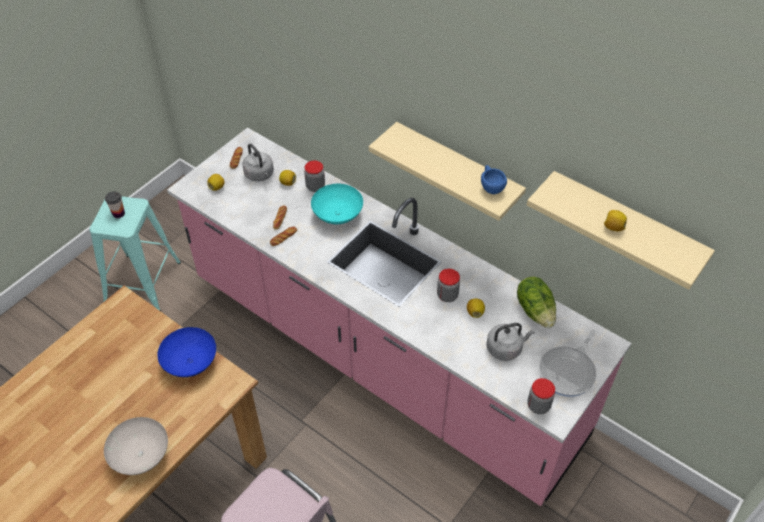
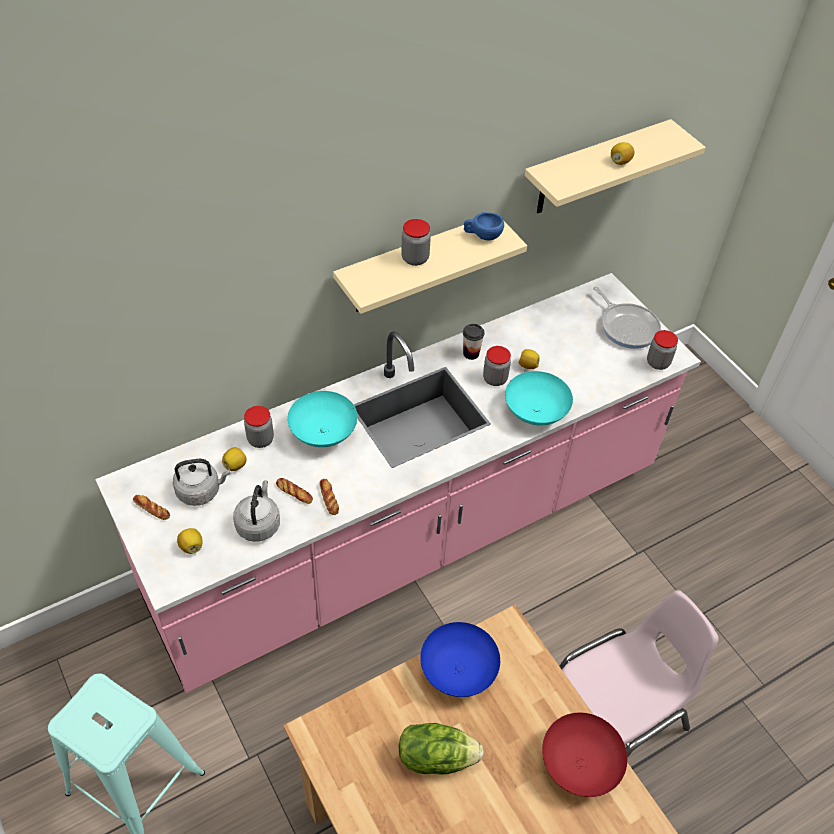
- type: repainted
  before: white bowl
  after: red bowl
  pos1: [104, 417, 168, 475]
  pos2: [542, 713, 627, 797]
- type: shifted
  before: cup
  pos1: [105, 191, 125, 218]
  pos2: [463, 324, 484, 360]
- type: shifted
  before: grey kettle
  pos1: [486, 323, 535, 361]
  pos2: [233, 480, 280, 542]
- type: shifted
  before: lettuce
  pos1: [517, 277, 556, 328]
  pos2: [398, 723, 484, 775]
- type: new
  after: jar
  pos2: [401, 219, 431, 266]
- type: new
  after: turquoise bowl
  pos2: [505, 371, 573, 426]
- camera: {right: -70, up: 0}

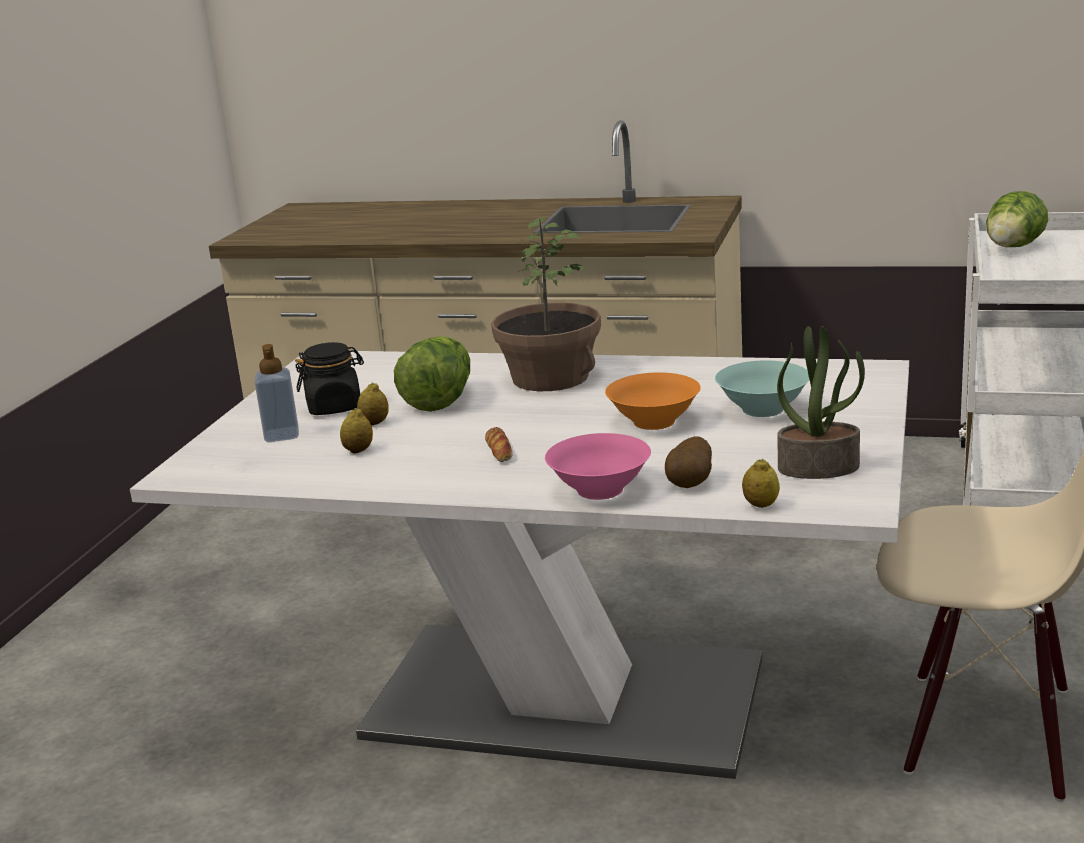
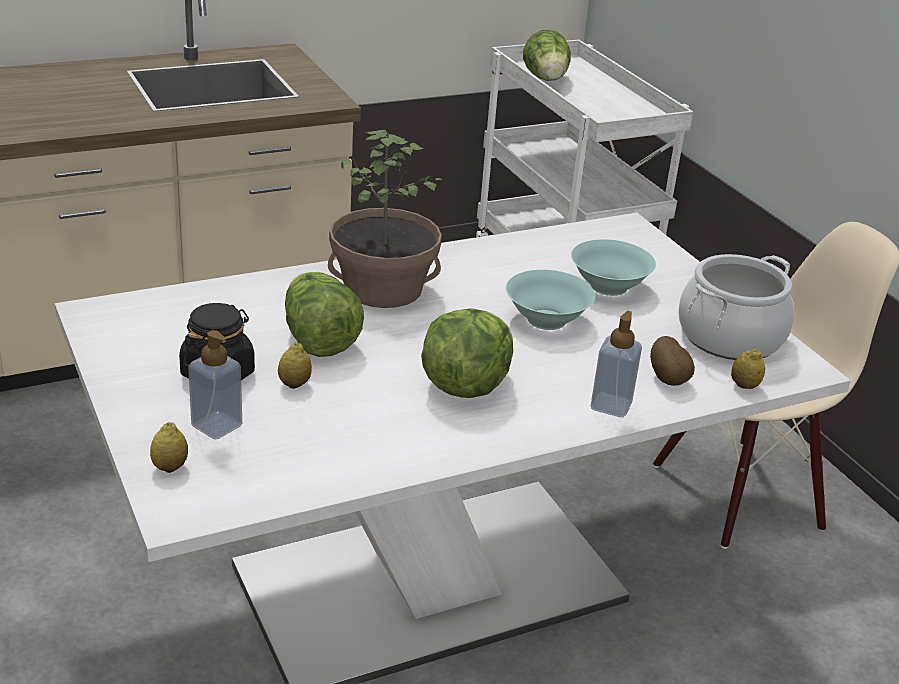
- type: shifted
  before: lemon
  pos1: [340, 408, 373, 454]
  pos2: [150, 422, 188, 473]
- type: swapped
  before: bread
  after: lettuce
  pos1: [485, 427, 513, 462]
  pos2: [421, 308, 513, 398]
- type: swapped
  before: pink bowl
  after: soap dispenser
  pos1: [545, 433, 651, 500]
  pos2: [591, 311, 642, 417]
- type: repainted
  before: orange bowl
  after: turquoise bowl
  pos1: [605, 372, 701, 430]
  pos2: [506, 270, 595, 330]
- type: swapped
  before: potted plant
  after: cooking pot
  pos1: [777, 326, 865, 479]
  pos2: [678, 254, 794, 360]
- camera: {right: -45, up: 10}

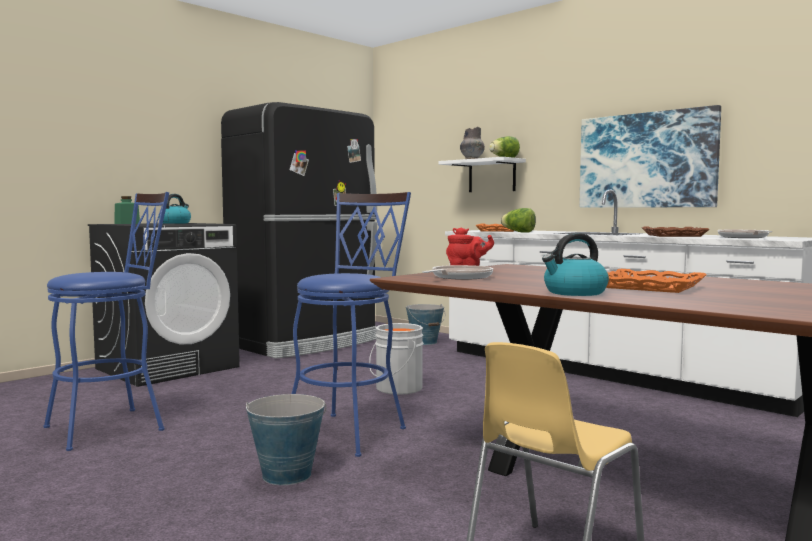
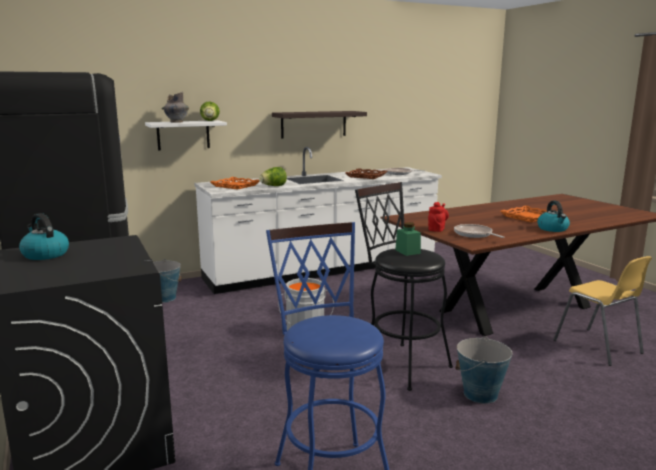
- type: shifted
  before: green jar
  pos1: [115, 196, 140, 224]
  pos2: [395, 222, 421, 256]
- type: repainted
  before: blue stool
  after: black stool
  pos1: [292, 192, 411, 457]
  pos2: [355, 182, 453, 391]
- type: swapped
  before: picture
  after: shelf
  pos1: [580, 105, 721, 208]
  pos2: [272, 111, 367, 138]
- camera: {right: -70, up: 10}

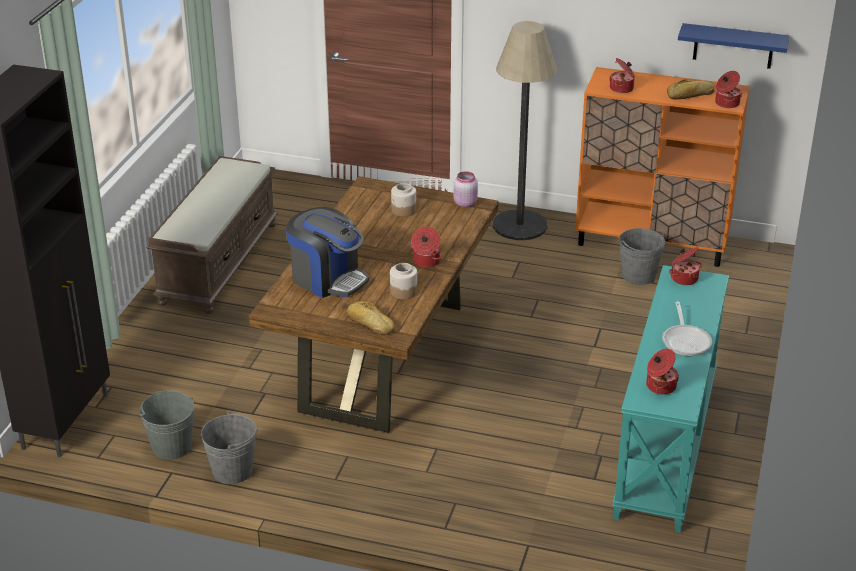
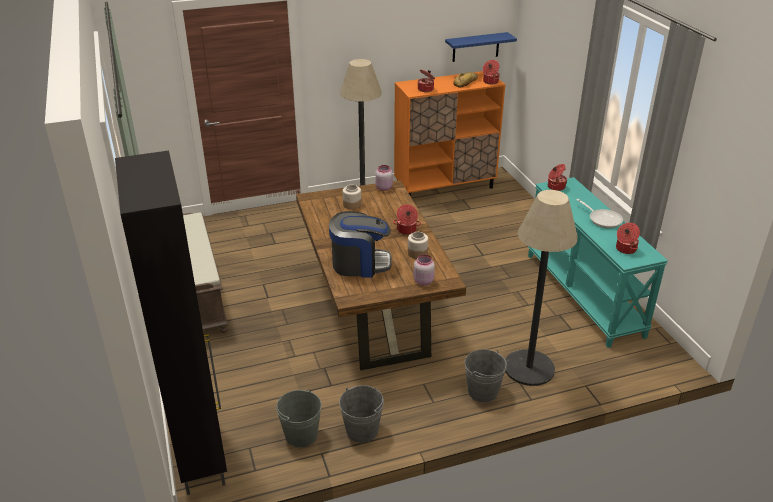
- type: swapped
  before: bread
  after: pink jar
  pos1: [346, 301, 395, 335]
  pos2: [414, 255, 435, 286]
- type: shifted
  before: grey bucket
  pos1: [619, 228, 665, 285]
  pos2: [464, 349, 507, 403]
- type: new
  after: floor lamp
  pos2: [505, 190, 578, 386]
- camera: {right: -35, up: 0}

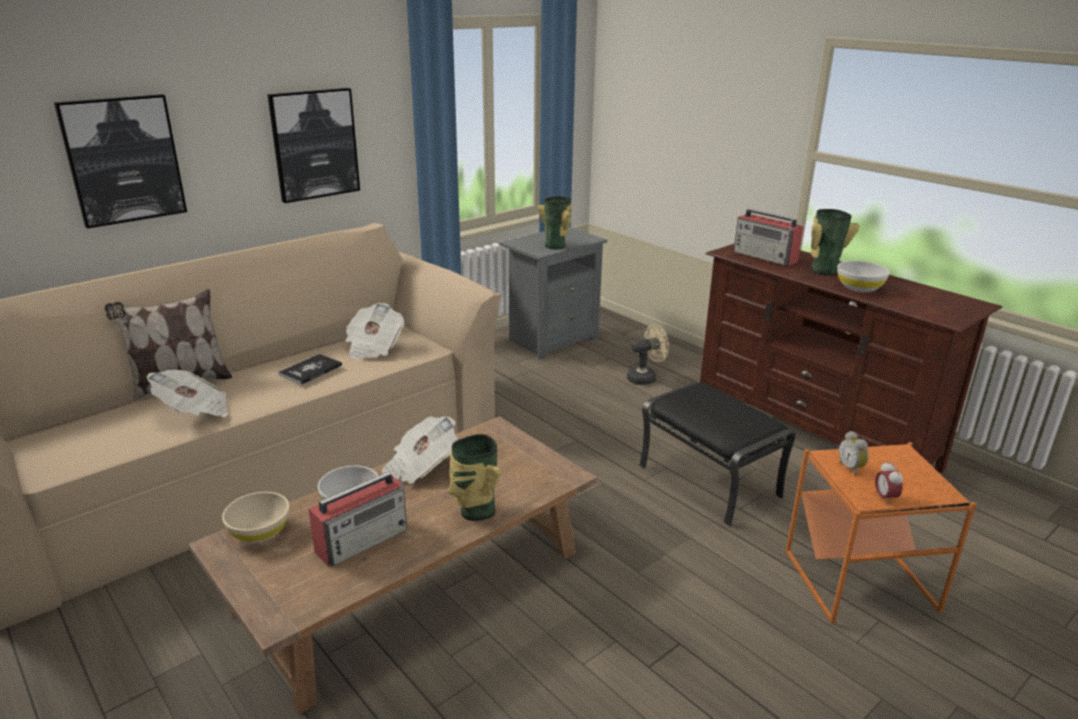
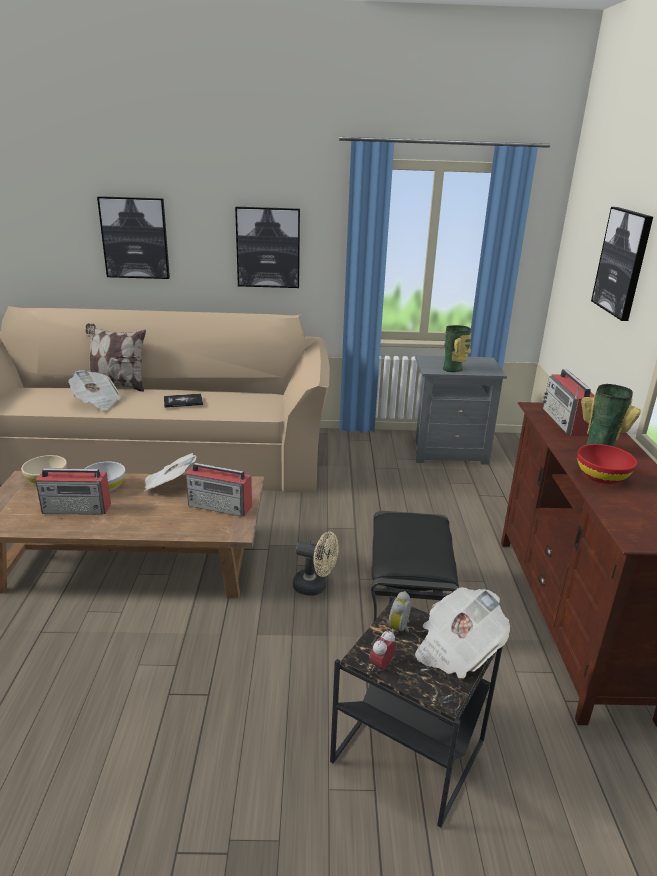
- type: shifted
  before: newspaper
  pos1: [345, 303, 405, 359]
  pos2: [415, 587, 510, 679]
- type: gone
  before: vase
  pos1: [448, 434, 501, 521]
- type: shifted
  before: beige fan
  pos1: [627, 324, 669, 385]
  pos2: [293, 531, 339, 596]
- type: repainted
  before: orange side table
  after: black side table
  pos1: [785, 442, 976, 624]
  pos2: [330, 595, 503, 828]
- type: repainted
  before: white bowl
  after: red bowl
  pos1: [837, 261, 890, 292]
  pos2: [577, 444, 637, 484]
- type: new
  after: radio
  pos2: [186, 463, 252, 516]
- type: new
  after: picture
  pos2: [591, 207, 653, 321]
- camera: {right: 40, up: 0}

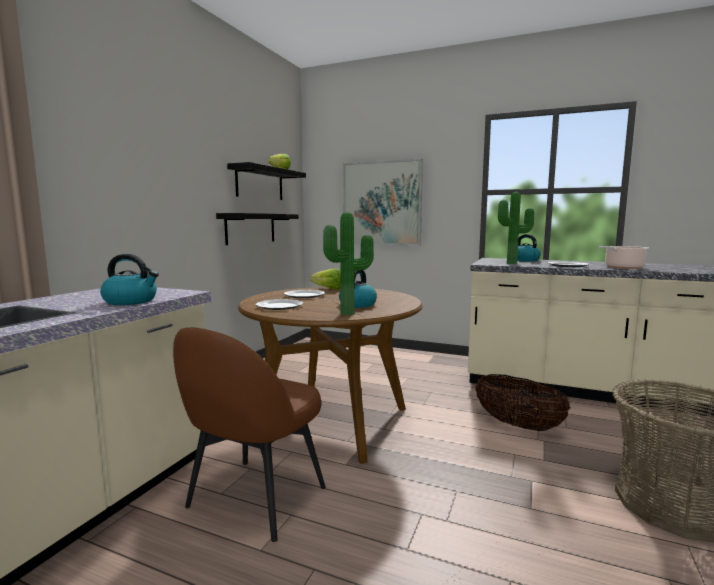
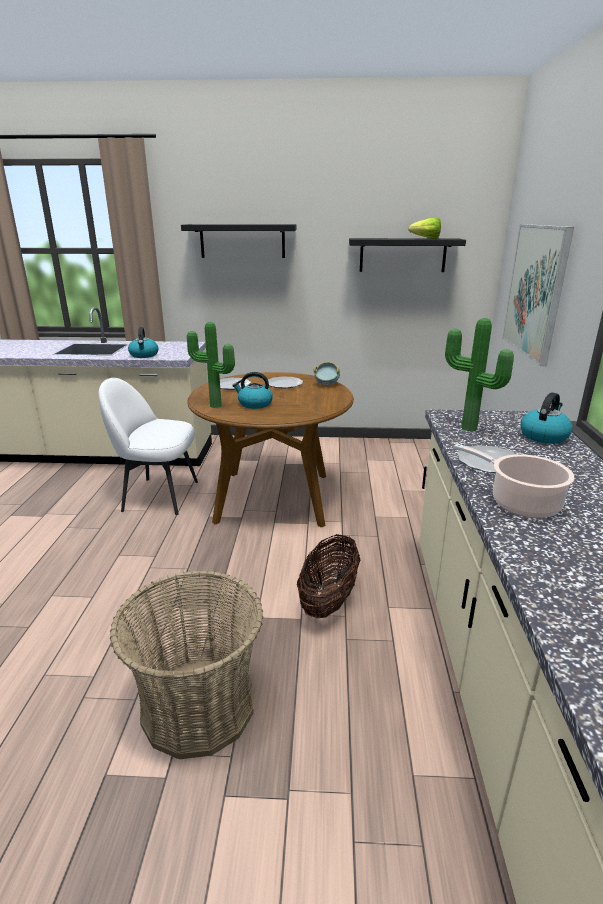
- type: repainted
  before: brown chair
  after: white chair
  pos1: [173, 328, 326, 542]
  pos2: [99, 378, 198, 515]
- type: shifted
  before: black shelf
  pos1: [216, 213, 298, 245]
  pos2: [181, 224, 296, 258]
- type: swapped
  before: lettuce
  after: bowl
  pos1: [310, 268, 340, 290]
  pos2: [313, 362, 340, 386]
- camera: {right: 70, up: 15}

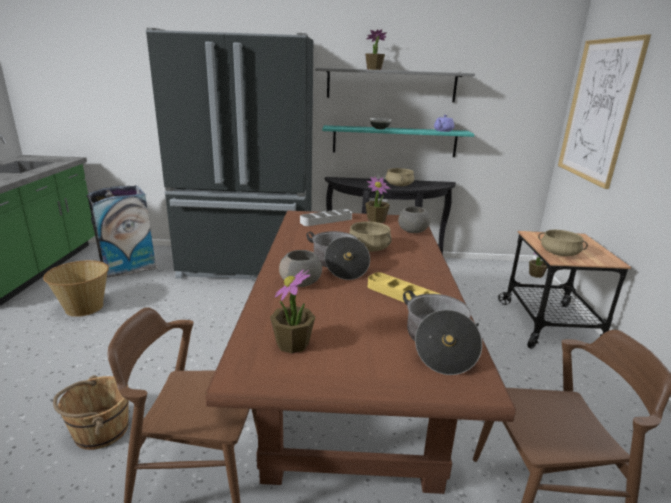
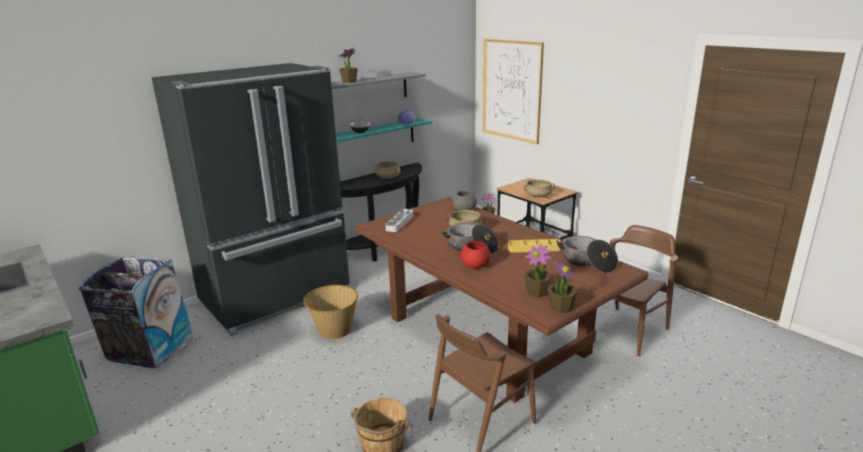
- type: shifted
  before: basket
  pos1: [43, 260, 109, 317]
  pos2: [303, 285, 358, 339]
- type: repainted
  before: grey bowl
  after: red bowl
  pos1: [279, 250, 322, 287]
  pos2: [460, 241, 491, 268]
- type: shifted
  before: potted plant
  pos1: [365, 176, 390, 223]
  pos2: [547, 258, 577, 314]
- camera: {right: -40, up: 0}

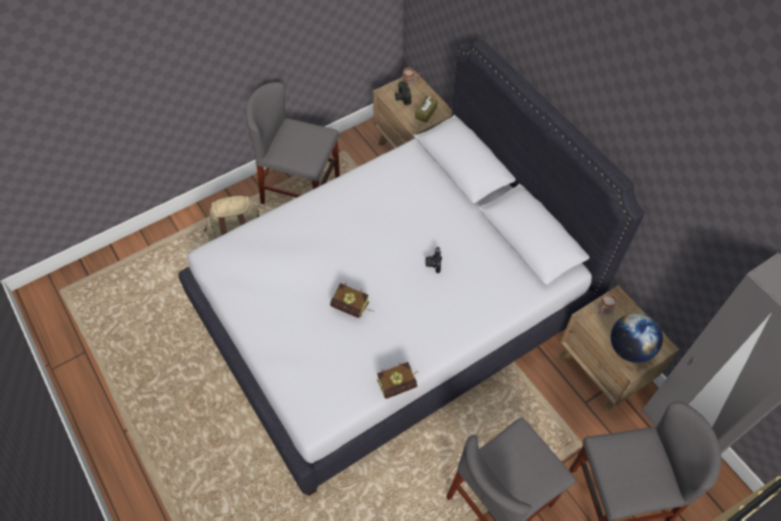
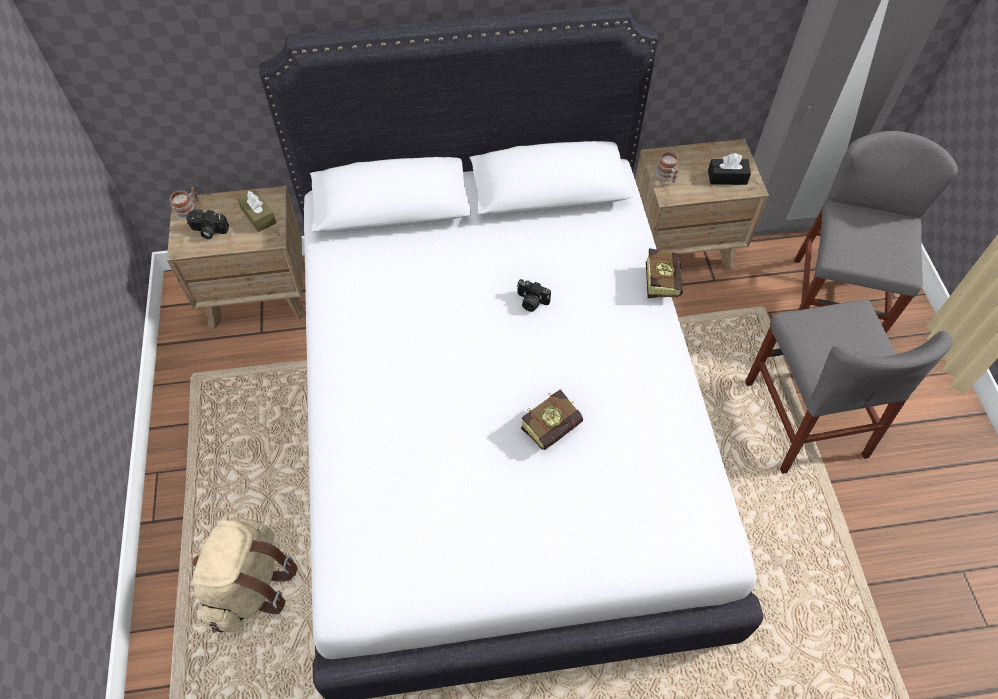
- type: gone
  before: grey chair
  pos1: [246, 82, 340, 204]
- type: shifted
  before: book
  pos1: [377, 362, 418, 399]
  pos2: [646, 248, 683, 298]
- type: swapped
  before: globe
  after: black tissue box
  pos1: [611, 313, 663, 363]
  pos2: [708, 153, 751, 185]
- camera: {right: -65, up: 0}

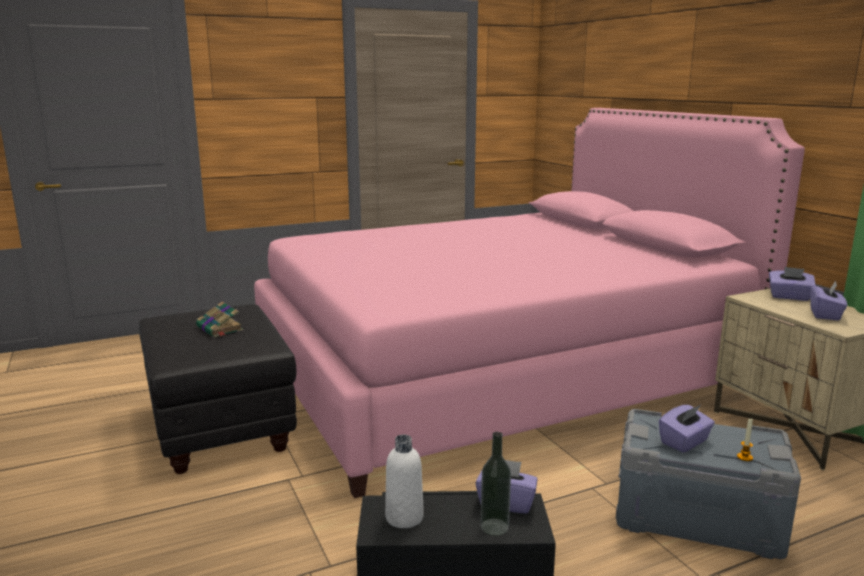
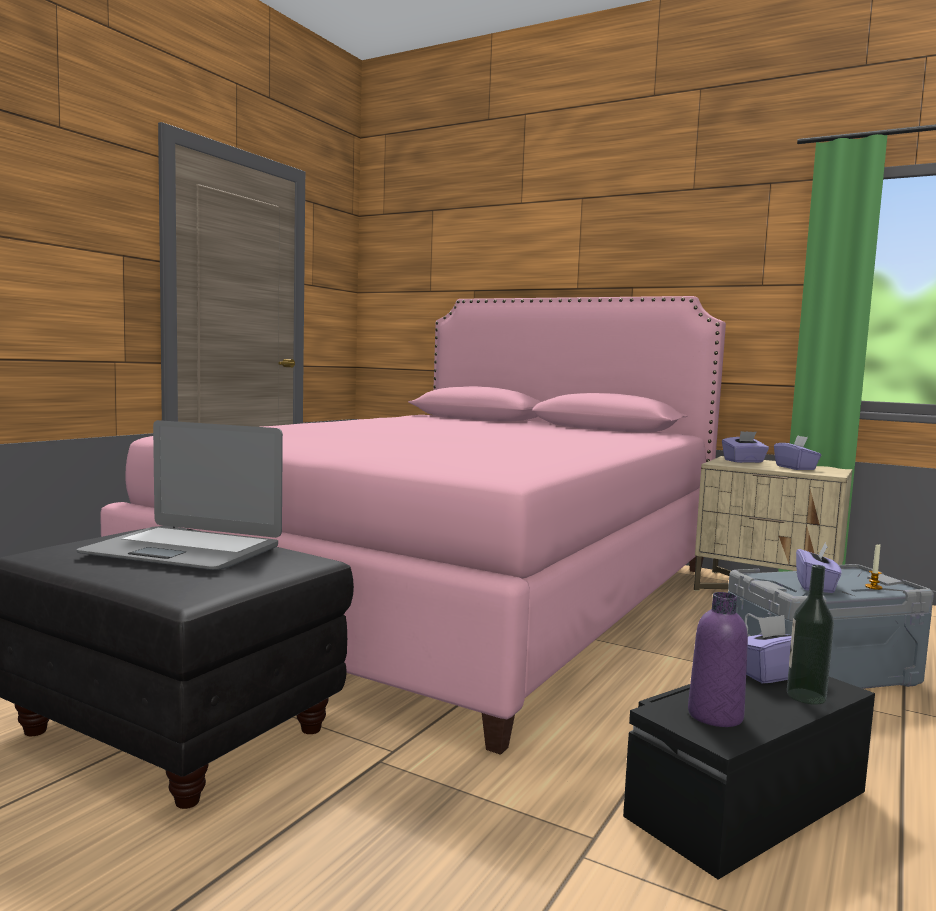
- type: swapped
  before: book
  after: laptop
  pos1: [196, 301, 243, 337]
  pos2: [77, 420, 283, 570]
- type: repainted
  before: white bottle
  after: purple bottle
  pos1: [385, 434, 424, 528]
  pos2: [688, 592, 748, 727]
- camera: {right: -35, up: -10}

